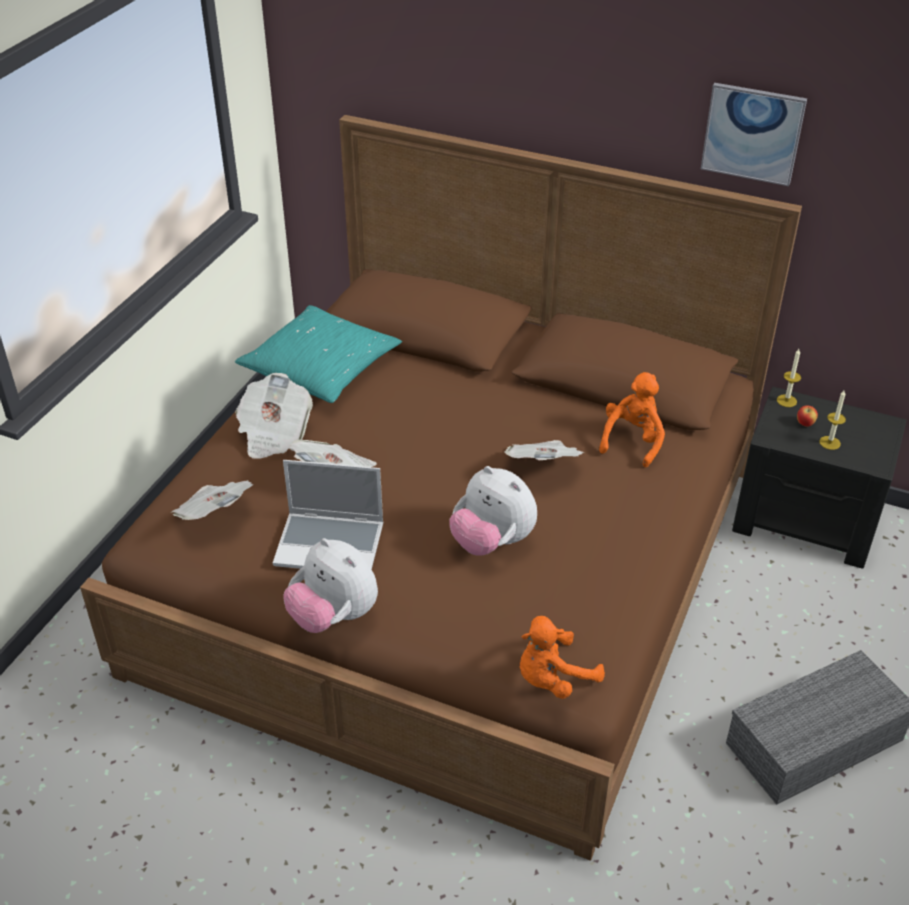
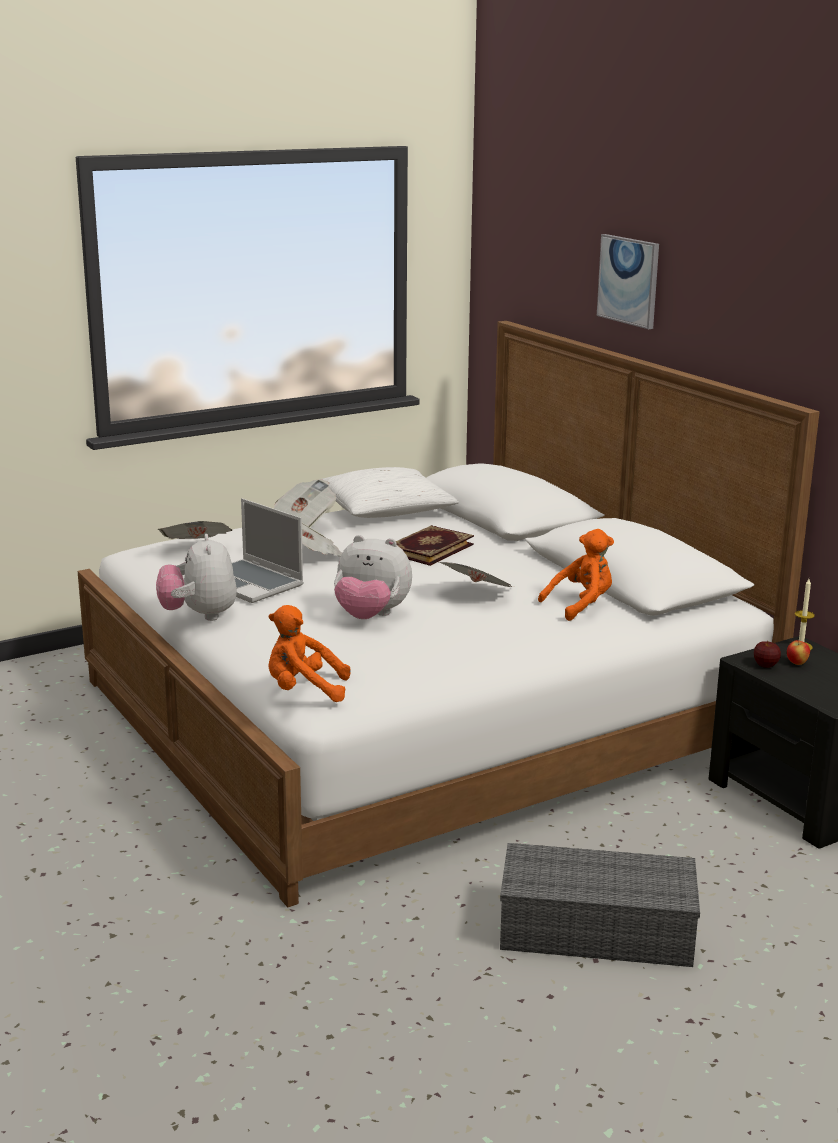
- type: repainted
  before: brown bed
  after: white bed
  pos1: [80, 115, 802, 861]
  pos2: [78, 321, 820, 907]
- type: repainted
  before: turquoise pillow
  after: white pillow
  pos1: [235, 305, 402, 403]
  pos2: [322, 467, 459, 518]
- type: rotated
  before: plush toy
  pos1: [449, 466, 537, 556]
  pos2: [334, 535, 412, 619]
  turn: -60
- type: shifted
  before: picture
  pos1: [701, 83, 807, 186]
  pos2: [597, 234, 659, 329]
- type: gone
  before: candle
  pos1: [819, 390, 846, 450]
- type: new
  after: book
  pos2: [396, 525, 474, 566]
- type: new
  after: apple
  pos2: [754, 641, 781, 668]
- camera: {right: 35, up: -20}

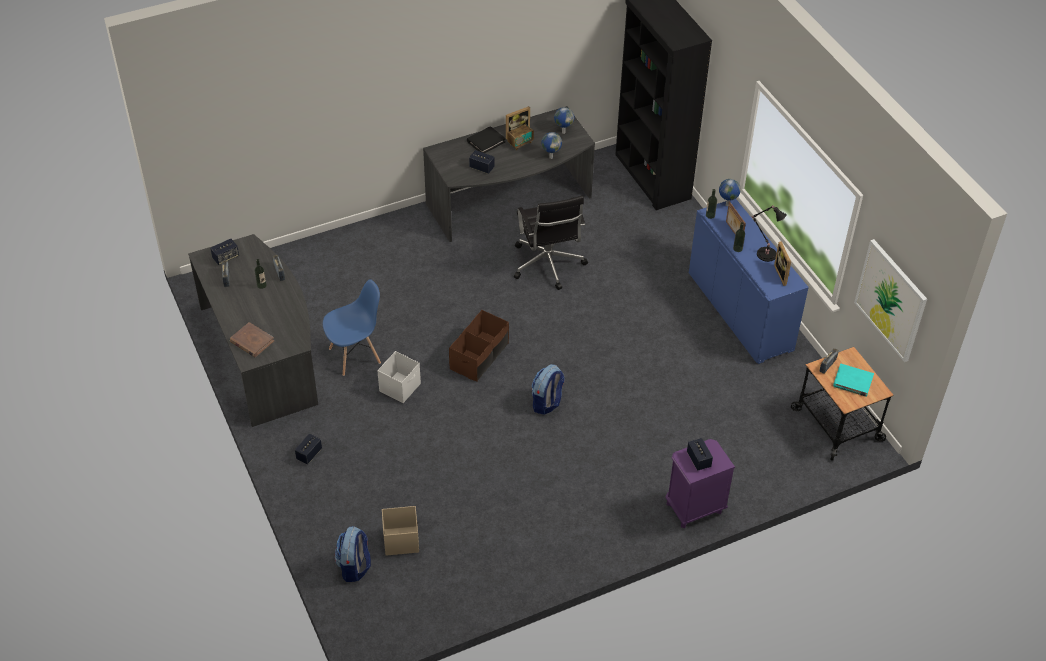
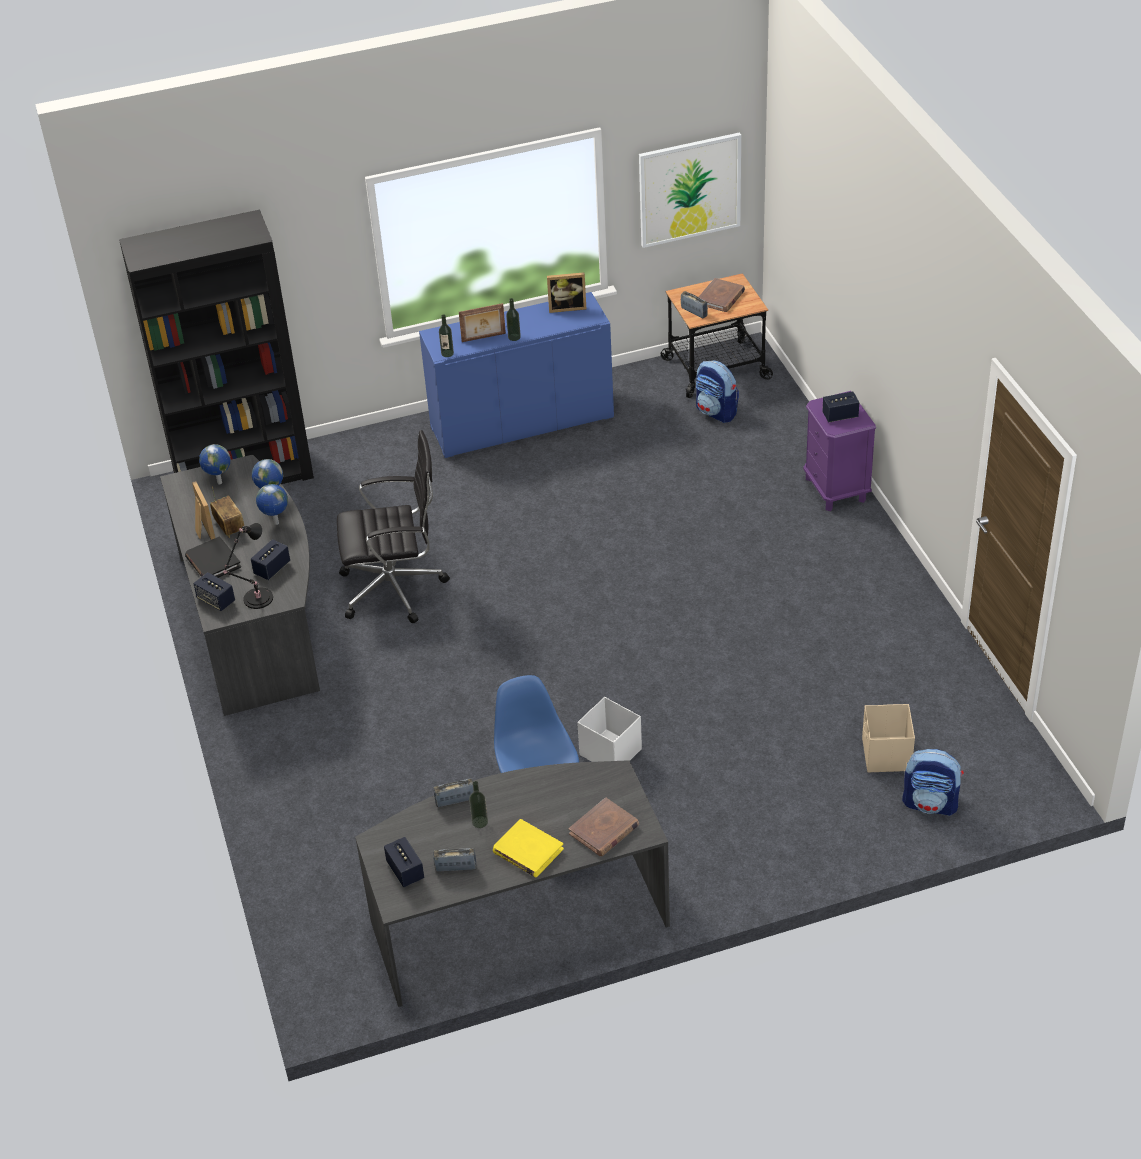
- type: shifted
  before: speaker
  pos1: [295, 434, 322, 464]
  pos2: [193, 572, 235, 611]
- type: gone
  before: brown storage box
  pos1: [449, 310, 509, 382]
- type: shifted
  before: backpack
  pos1: [532, 364, 565, 414]
  pos2: [696, 360, 739, 423]
- type: shifted
  before: globe
  pos1: [719, 179, 741, 206]
  pos2: [256, 484, 288, 525]
- type: shifted
  before: black table lamp
  pos1: [752, 205, 787, 262]
  pos2: [223, 523, 273, 609]
- type: repainted
  before: turquoise book
  after: brown book
  pos1: [833, 364, 874, 397]
  pos2: [699, 278, 745, 312]
- type: new
  after: yellow book
  pos2: [493, 819, 564, 877]
- camera: {right: -80, up: -5}

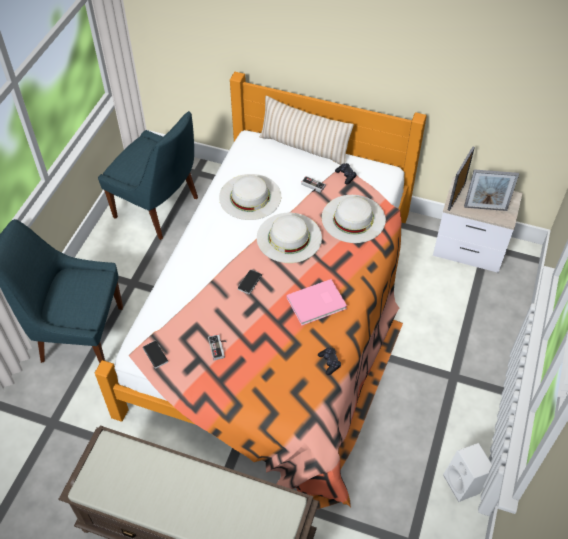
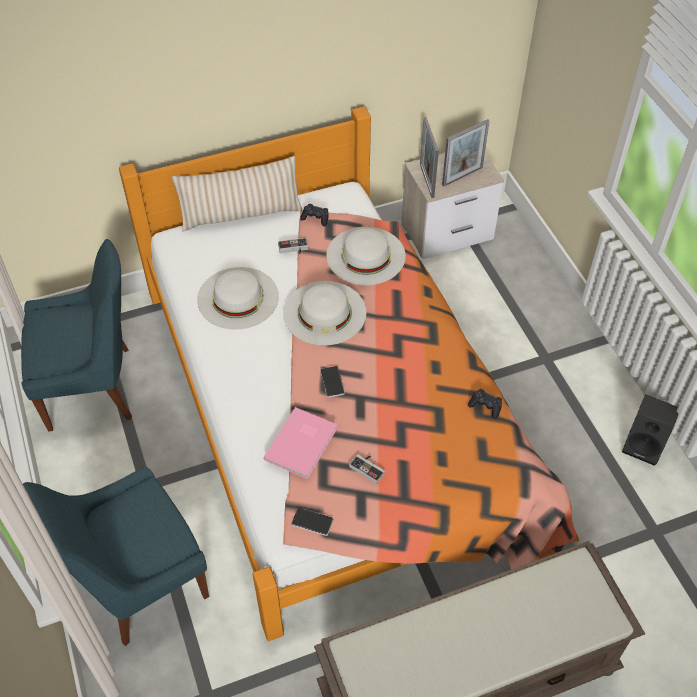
- type: shifted
  before: pink book
  pos1: [286, 279, 347, 325]
  pos2: [263, 407, 338, 479]
- type: repainted
  before: white speaker
  after: black speaker
  pos1: [443, 443, 492, 502]
  pos2: [622, 394, 678, 466]
- camera: {right: -40, up: 0}

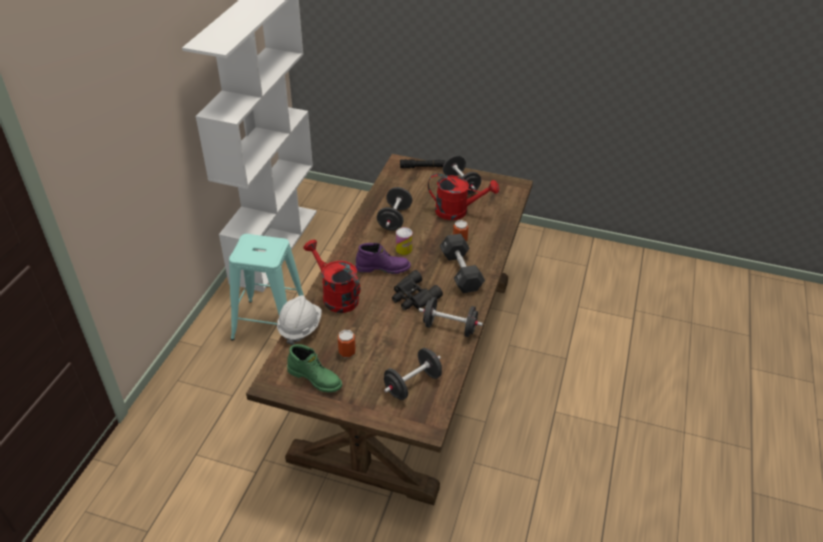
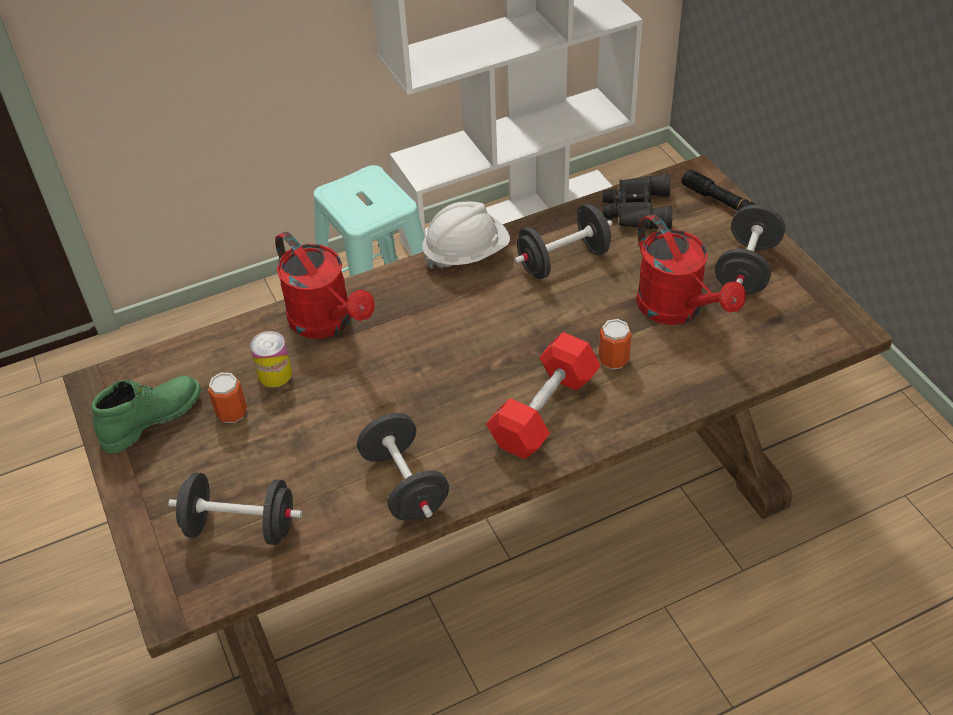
- type: shifted
  before: white hard hat
  pos1: [277, 295, 322, 345]
  pos2: [422, 201, 510, 269]
- type: rotated
  before: green boot
  pos1: [287, 344, 342, 393]
  pos2: [91, 376, 201, 453]
  turn: -120
- type: rotated
  before: red watering can
  pos1: [304, 240, 360, 313]
  pos2: [275, 232, 375, 339]
  turn: 135
- type: gone
  before: purple boot
  pos1: [356, 243, 411, 274]
- type: shifted
  before: black binoculars
  pos1: [392, 270, 443, 310]
  pos2: [602, 174, 672, 229]
- type: shifted
  before: can
  pos1: [396, 227, 413, 255]
  pos2: [250, 331, 292, 387]
- type: repainted
  before: black dumbbell
  after: red dumbbell
  pos1: [440, 233, 485, 293]
  pos2: [486, 332, 601, 459]
- camera: {right: 50, up: 5}

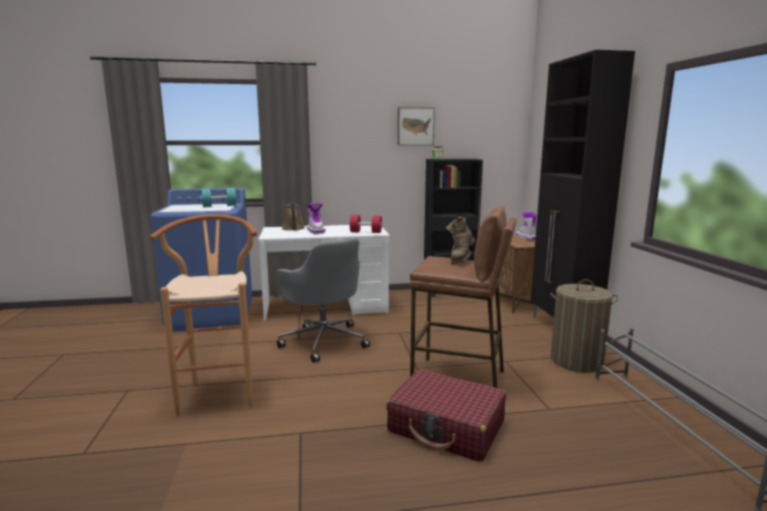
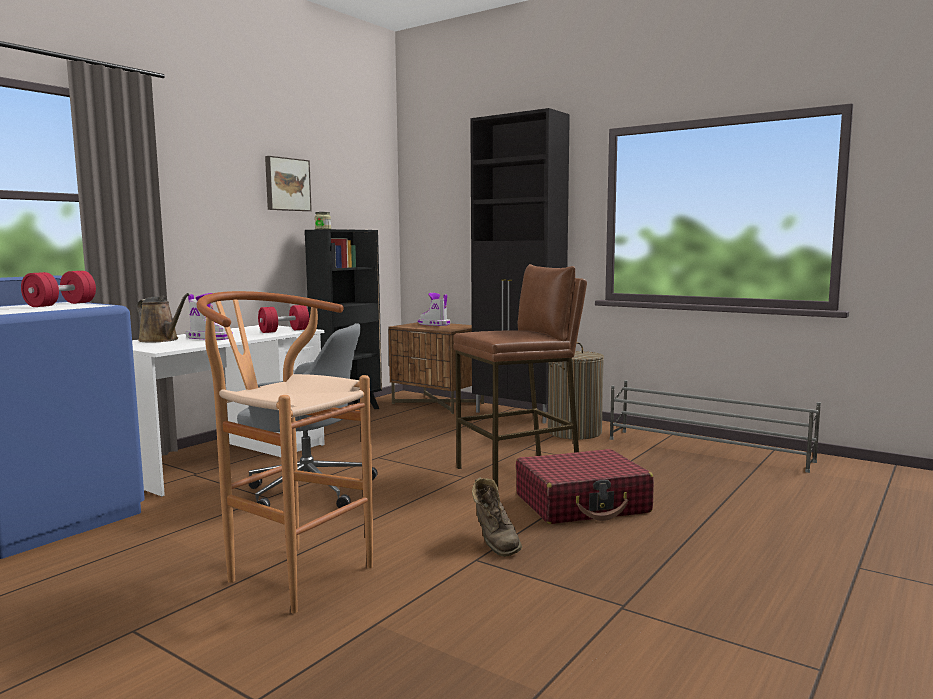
- type: repainted
  before: turquoise dumbbell
  after: red dumbbell
  pos1: [201, 188, 236, 207]
  pos2: [21, 271, 96, 307]
- type: shifted
  before: brown boot
  pos1: [446, 216, 475, 264]
  pos2: [472, 477, 522, 557]
- camera: {right: -45, up: -5}

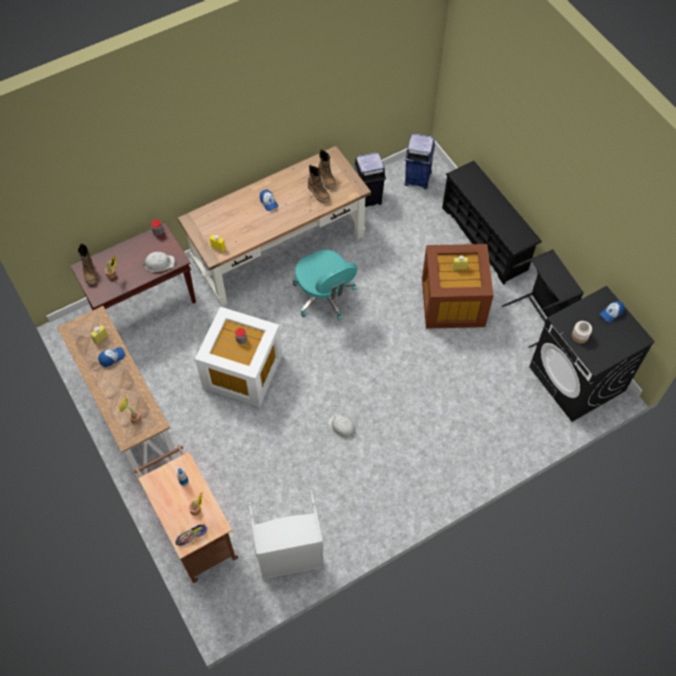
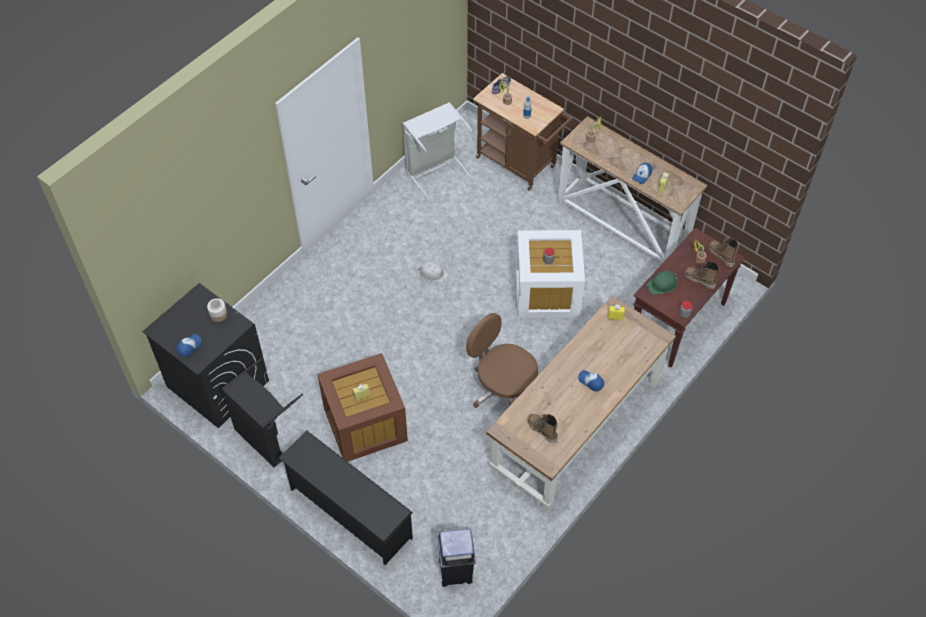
- type: repainted
  before: white hard hat
  after: green hard hat
  pos1: [142, 252, 175, 272]
  pos2: [647, 271, 677, 295]
- type: repainted
  before: turquoise office chair
  after: brown office chair
  pos1: [292, 250, 357, 320]
  pos2: [466, 313, 538, 408]
- type: shifted
  before: boot
  pos1: [308, 164, 330, 203]
  pos2: [684, 261, 720, 289]
- type: gone
  before: black trash can
  pos1: [353, 152, 386, 207]
- camera: {right: 160, up: -5}

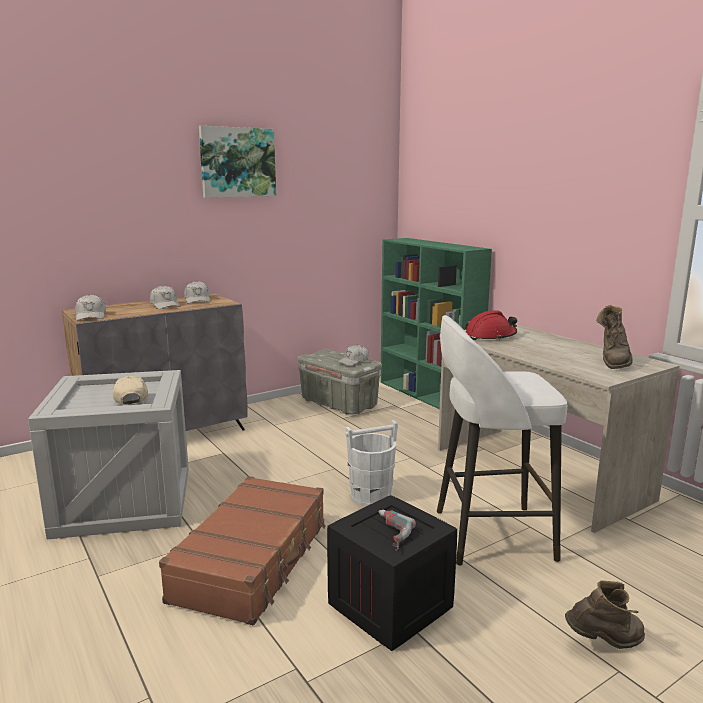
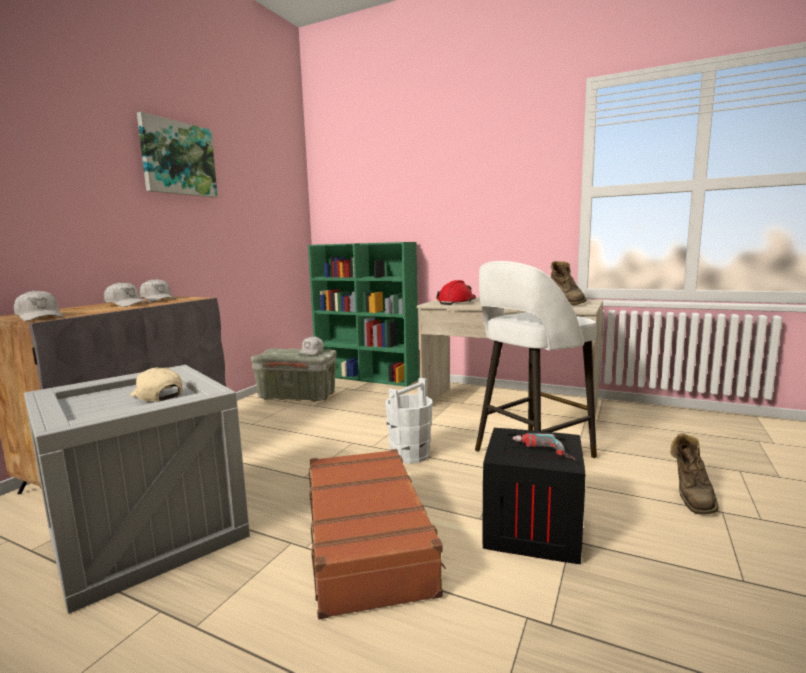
- type: rotated
  before: brown boot
  pos1: [565, 580, 645, 649]
  pos2: [670, 433, 718, 515]
  turn: 150
- camera: {right: -30, up: -5}

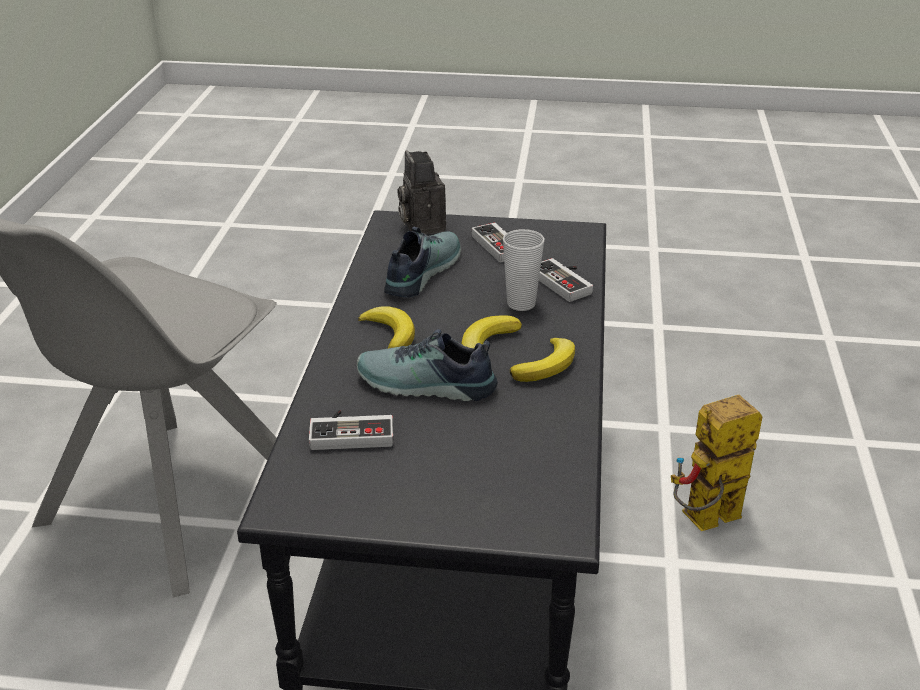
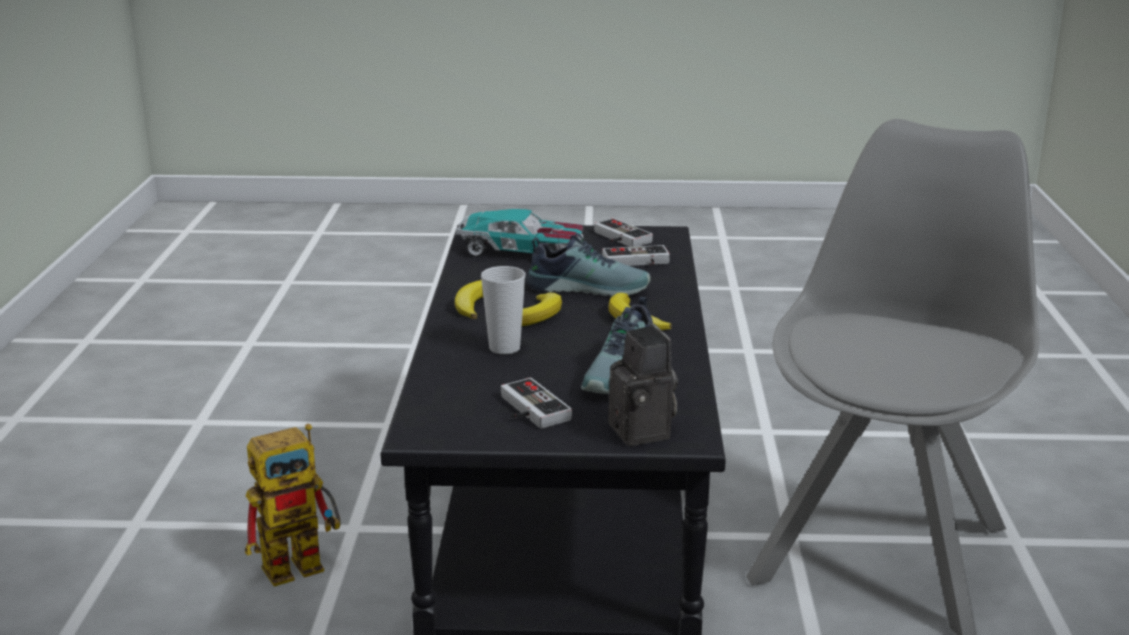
- type: shifted
  before: game controller
  pos1: [539, 258, 593, 302]
  pos2: [594, 218, 653, 247]
- type: new
  after: toy car
  pos2: [456, 209, 583, 257]
- camera: {right: 175, up: -10}

